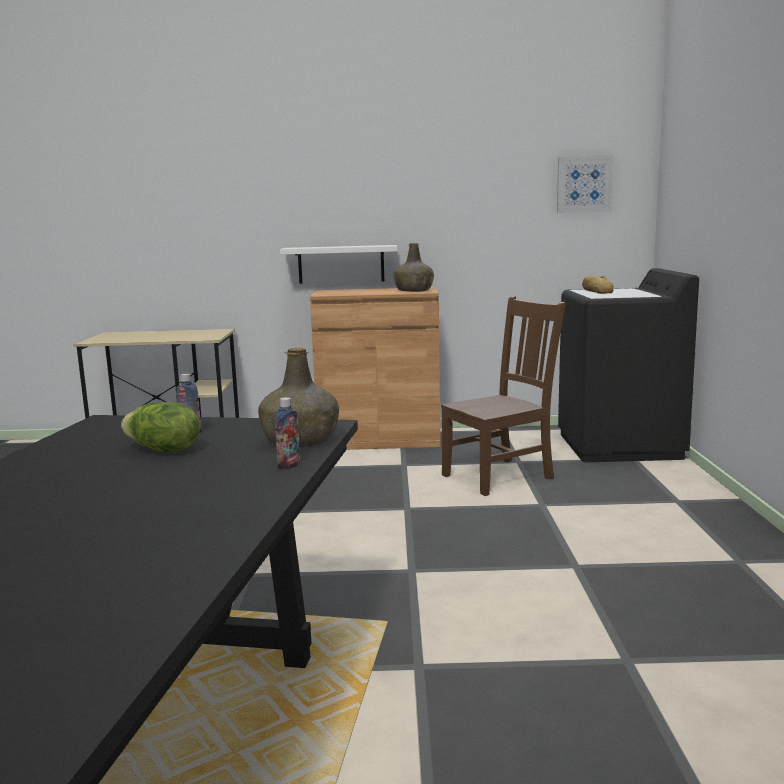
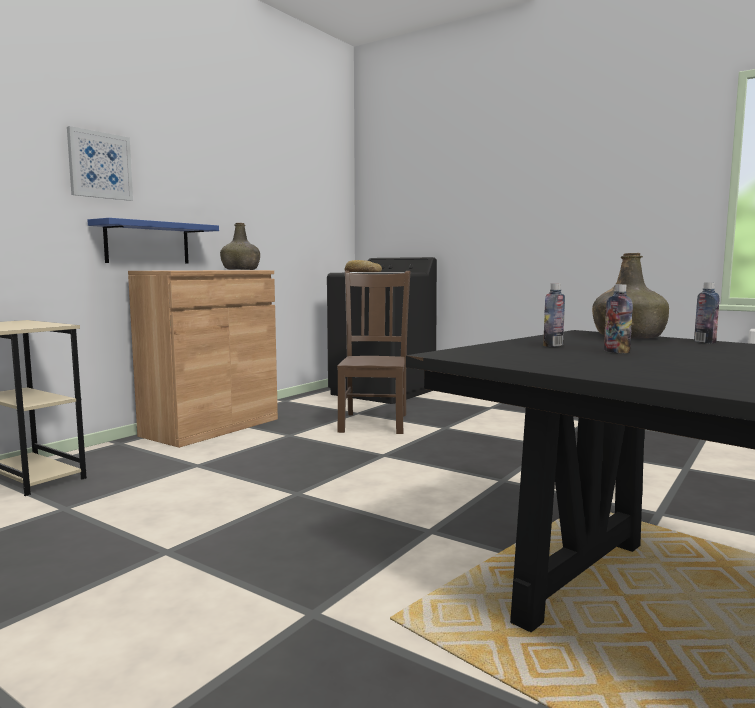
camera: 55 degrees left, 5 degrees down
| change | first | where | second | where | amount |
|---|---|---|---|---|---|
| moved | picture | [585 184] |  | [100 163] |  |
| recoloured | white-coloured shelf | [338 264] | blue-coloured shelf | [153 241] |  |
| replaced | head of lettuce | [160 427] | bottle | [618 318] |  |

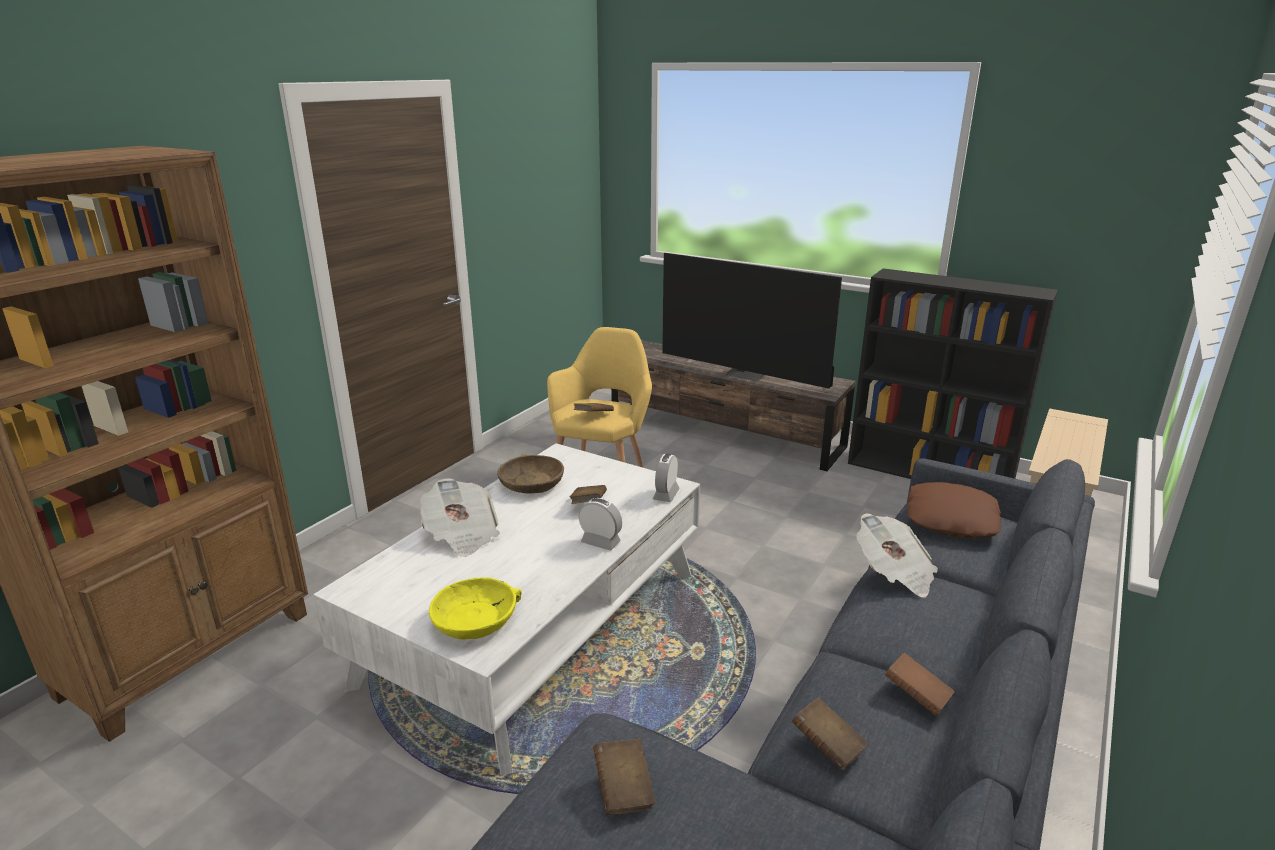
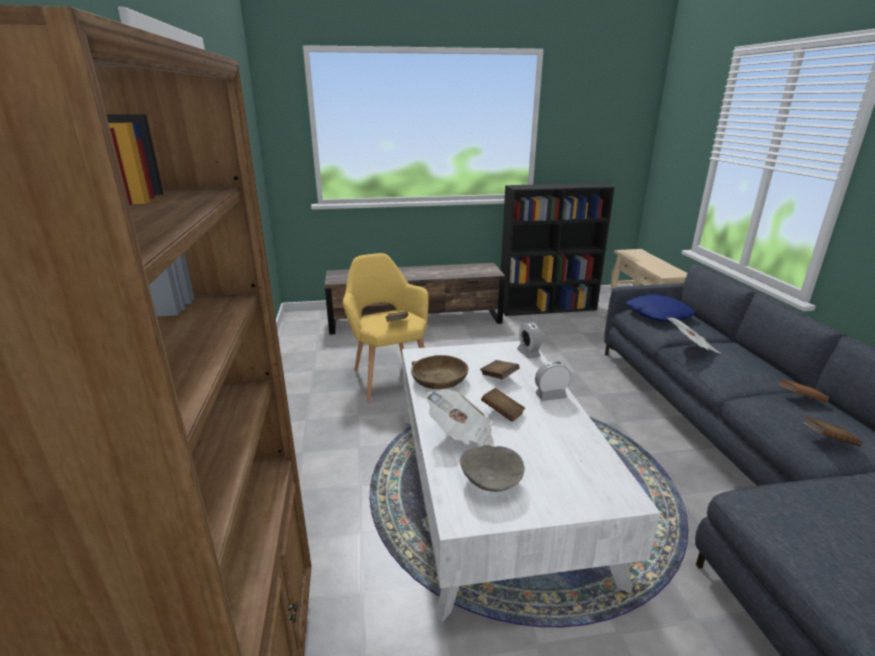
camera: 40 degrees left, 0 degrees up
| change | first | where | second | where | amount |
|---|---|---|---|---|---|
| removed | television | [752 321] |  |  |  |
| recoloured | brown-coloured throw pillow | [954 510] | blue-coloured throw pillow | [660 308] |  |
| removed | yellowish deep dish | [475 608] |  |  |  |
| moved | brown-coloured bound book | [624 777] |  | [503 405] |  |
| added |  |  | gray deep dish | [492 468] |  |

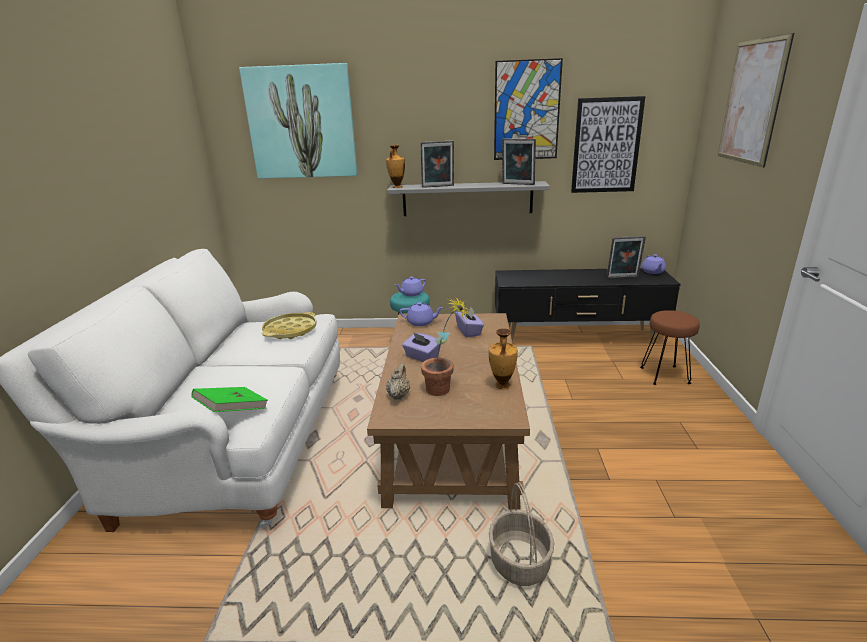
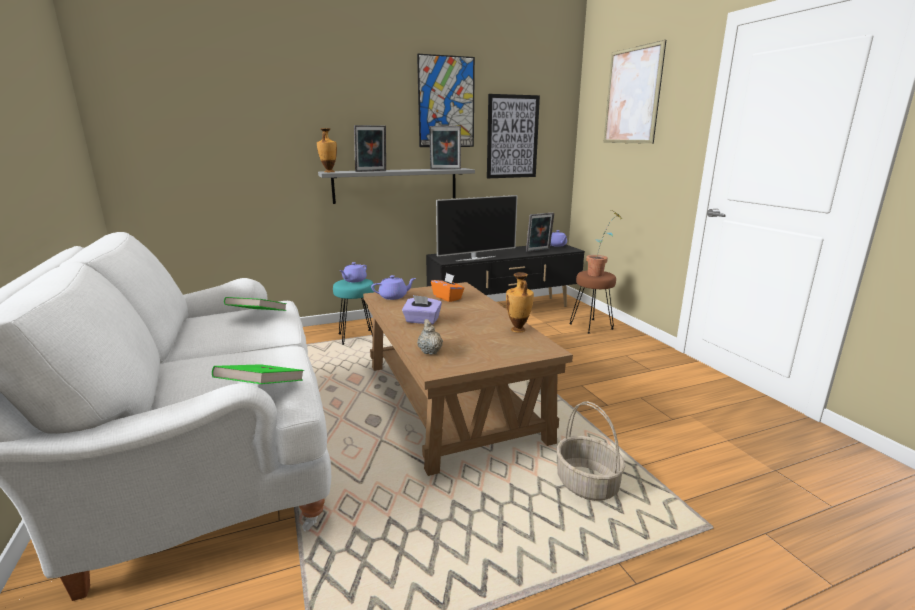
camera: 25 degrees left, 5 degrees down
| change | first | where | second | where | amount |
|---|---|---|---|---|---|
| removed | picture | [298 121] |  |  |  |
| moved | potted plant | [446 346] |  | [604 243] |  |
| recoloured | purple tissue box | [469 322] | orange-coloured tissue box | [448 287] |  |
| replaced | yellowish tray | [289 325] | green-coloured bound book | [255 304] |  |
| added |  |  | television | [477 228] |  |

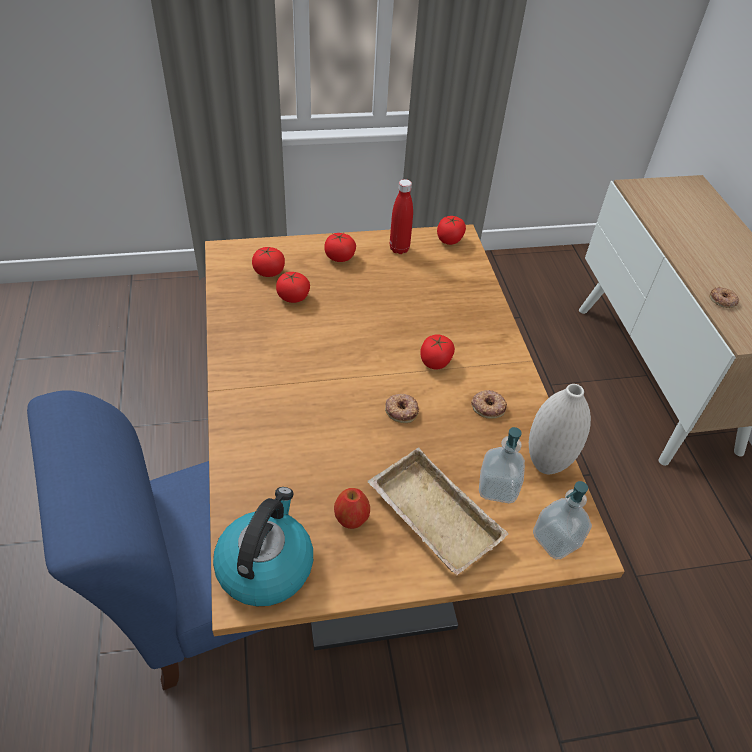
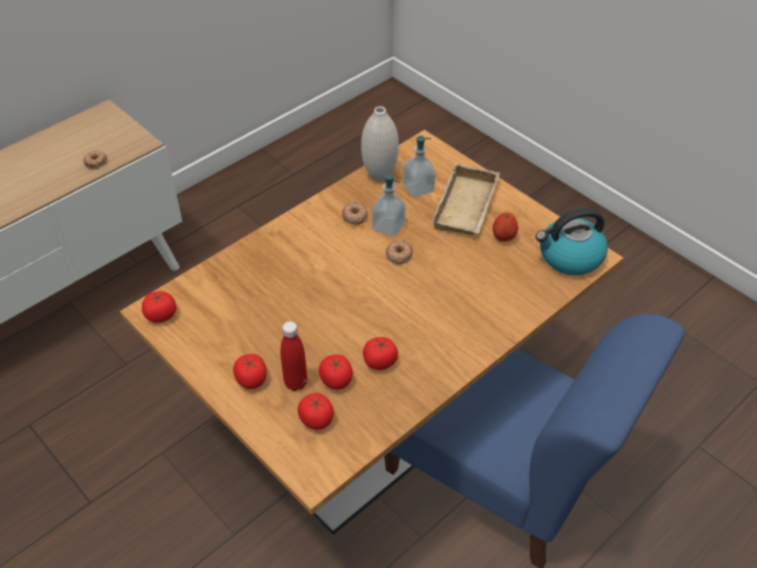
camera: 120 degrees left, 0 degrees up
| change | first | where | second | where | amount |
|---|---|---|---|---|---|
| moved | reddish bottle | [401 216] |  | [293 356] |  |
| moved | fresh tomato | [437 351] |  | [380 353] |  |
| moved | soap dispenser | [562 520] |  | [389 205] |  |

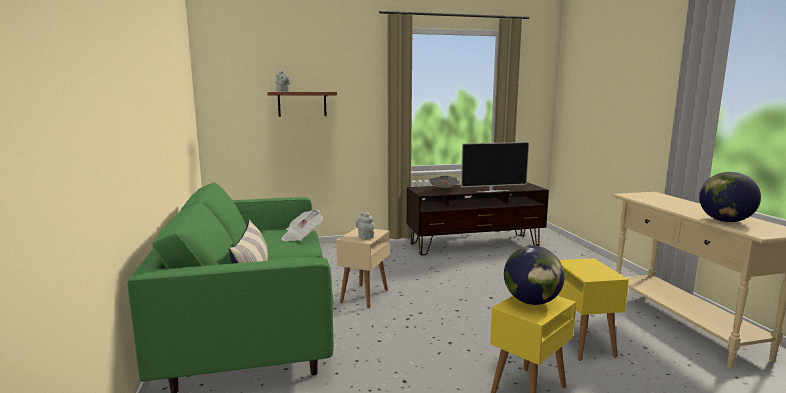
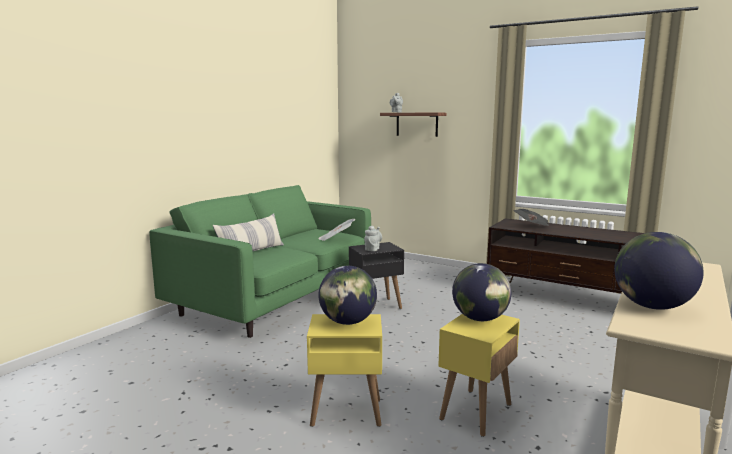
camera: 45 degrees right, 0 degrees up
| change | first | where | second | where | amount |
|---|---|---|---|---|---|
| removed | television | [495 167] |  |  |  |
| recoloured | sand-coloured end table | [362 268] | black end table | [376 275] |  |
| added |  |  | globe | [481 292] |  |

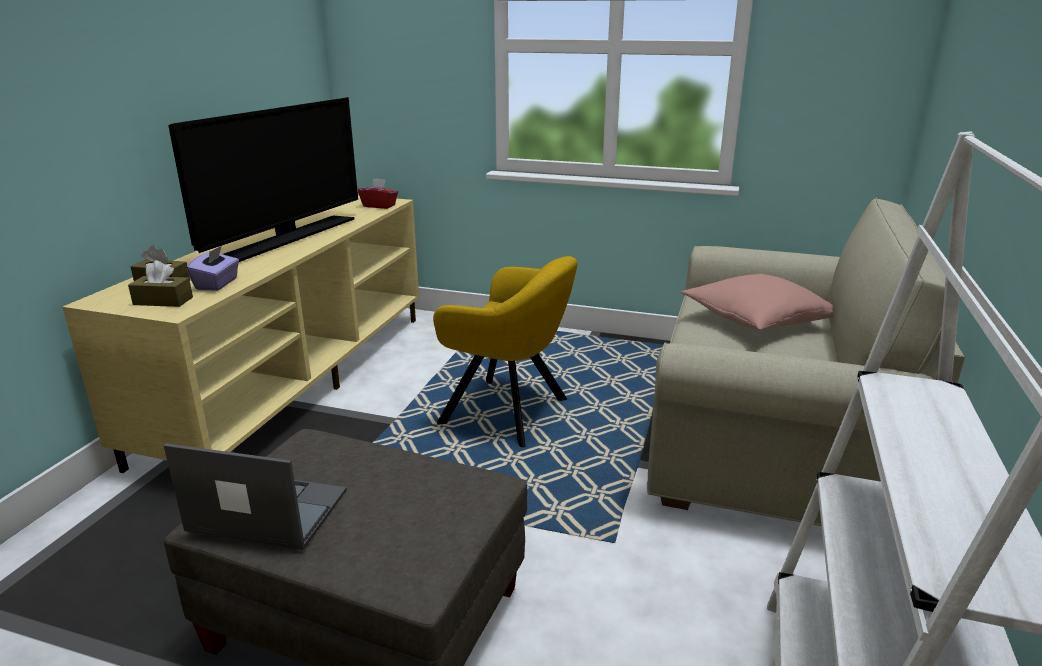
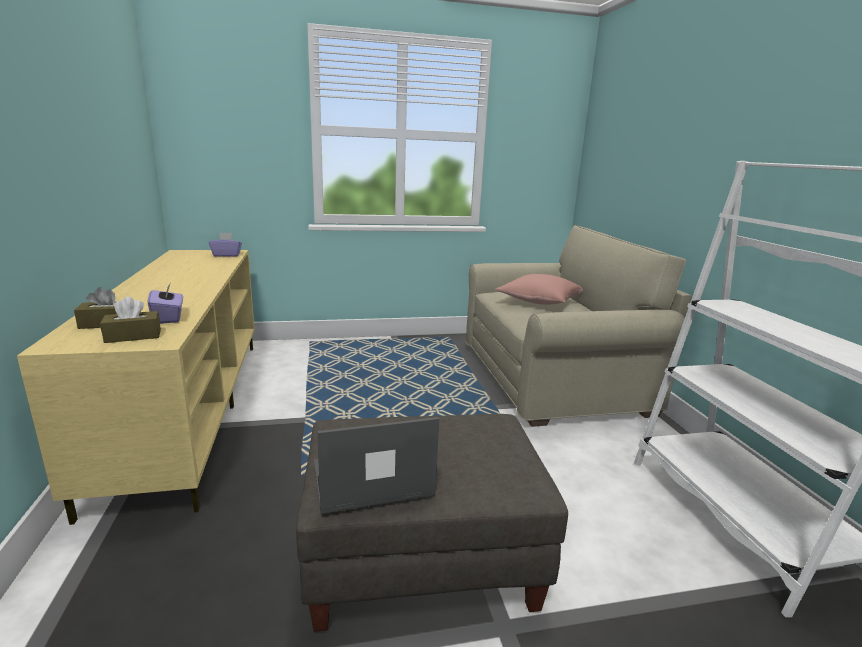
camera: 30 degrees left, 5 degrees down
| change | first | where | second | where | amount |
|---|---|---|---|---|---|
| removed | television | [263 179] |  |  |  |
| recoloured | reddish tissue box | [378 193] | purple tissue box | [225 245] |  |
| removed | yellowish armchair | [505 351] |  |  |  |

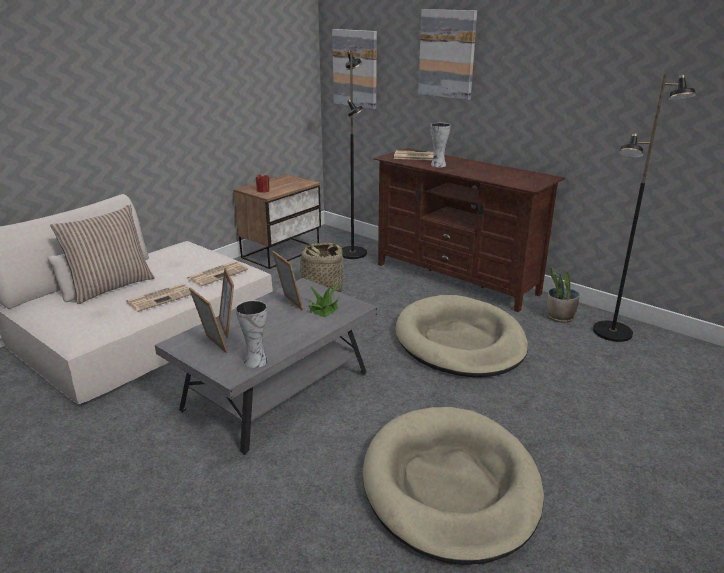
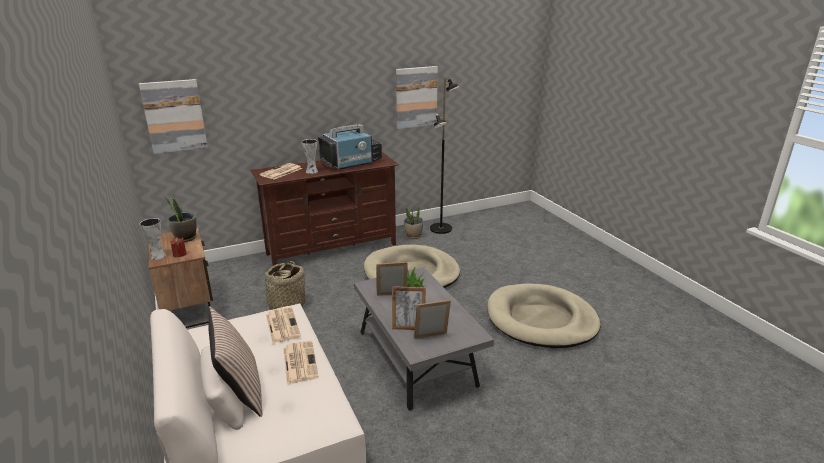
camera: 65 degrees left, 0 degrees up
| change | first | where | second | where | amount |
|---|---|---|---|---|---|
| moved | picture | [447 54] |  | [417 97] |  |
| removed | black standard lamp | [354 154] |  |  |  |
| moved | flower vase | [251 334] |  | [153 239] |  |
| added |  |  | television | [350 146] |  |
| added |  |  | potted plant | [181 218] |  |

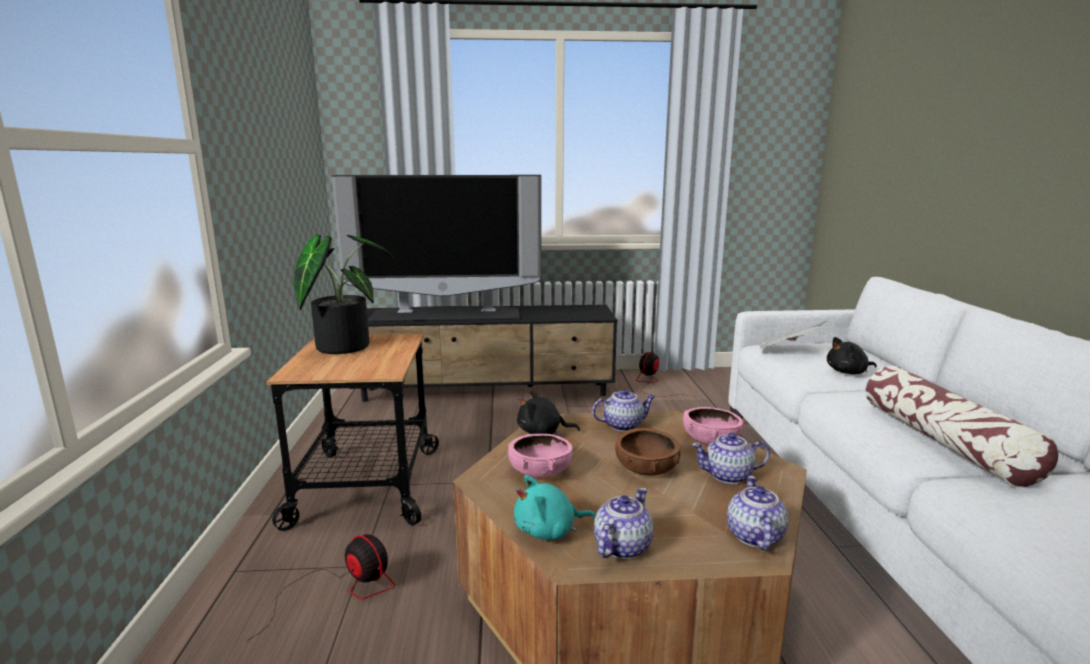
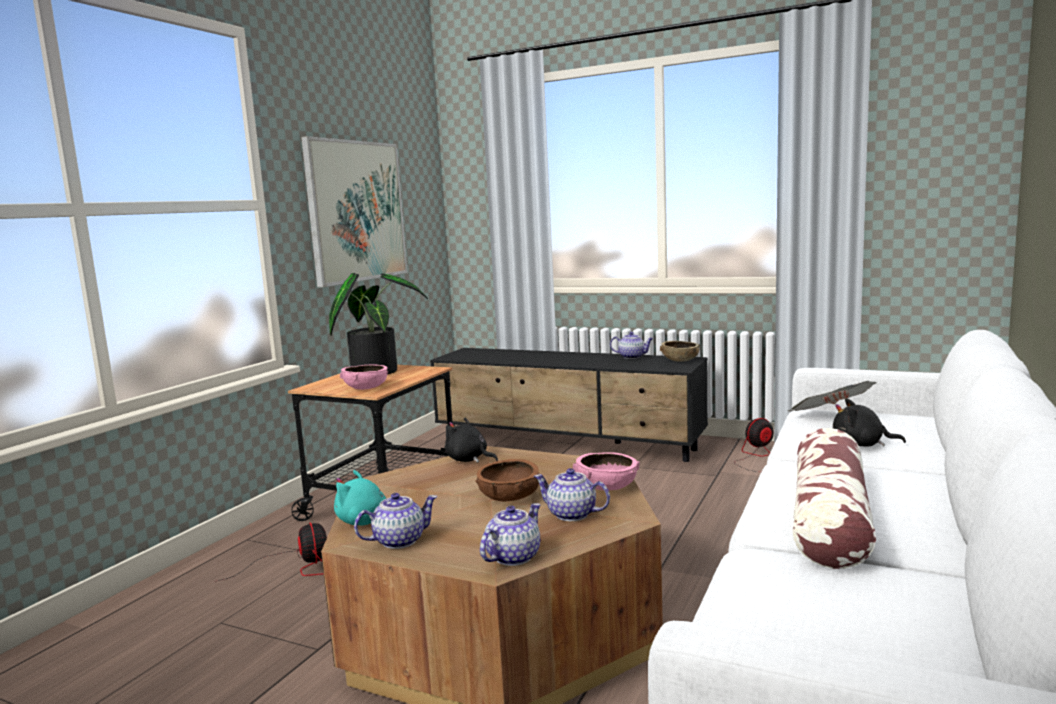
camera: 30 degrees right, 5 degrees down
| change | first | where | second | where | amount |
|---|---|---|---|---|---|
| removed | television | [436 248] |  |  |  |
| moved | pot for tea | [623 410] |  | [631 345] |  |
| moved | pink deep dish | [540 456] |  | [364 377] |  |
| added |  |  | picture | [354 211] |  |
| added |  |  | brown-coloured deep dish | [680 351] |  |

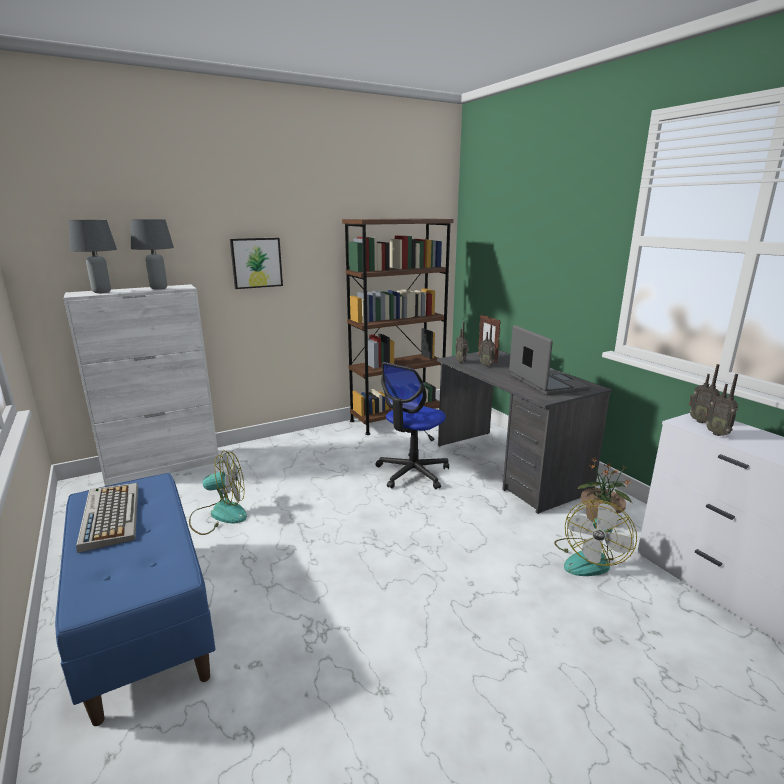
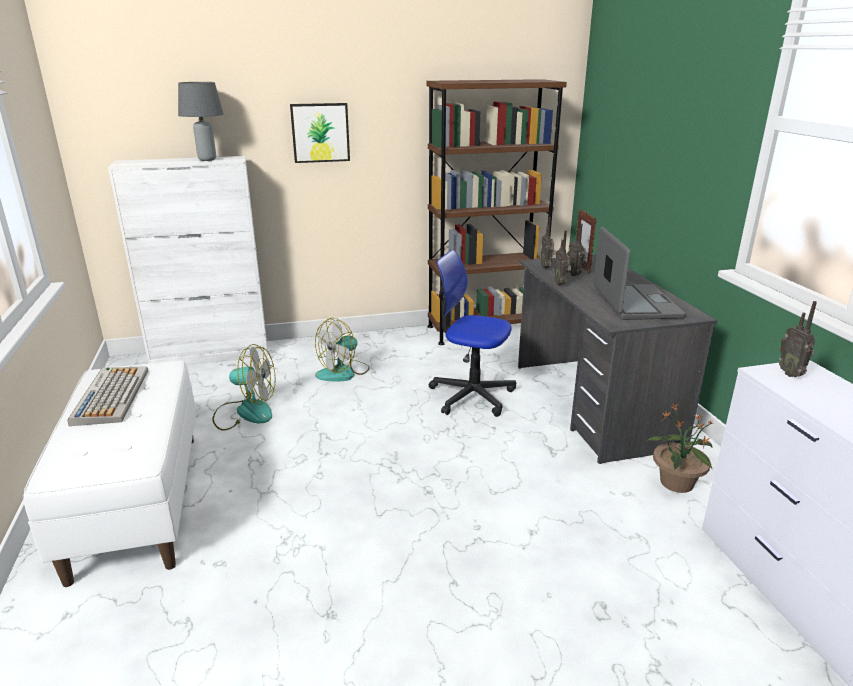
camera: 15 degrees right, 5 degrees up
| change | first | where | second | where | amount |
|---|---|---|---|---|---|
| removed | gray tabletop lamp | [93 256] |  |  |  |
| turned | desk chair | [412 425] |  | [472 333] | 60 degrees clockwise |
| moved | radio | [721 405] |  | [562 258] |  |
| recoloured | blue-coloured bench | [135 599] | white-coloured bench | [109 473] |  |
| moved | cooling fan | [595 538] |  | [342 350] |  |

